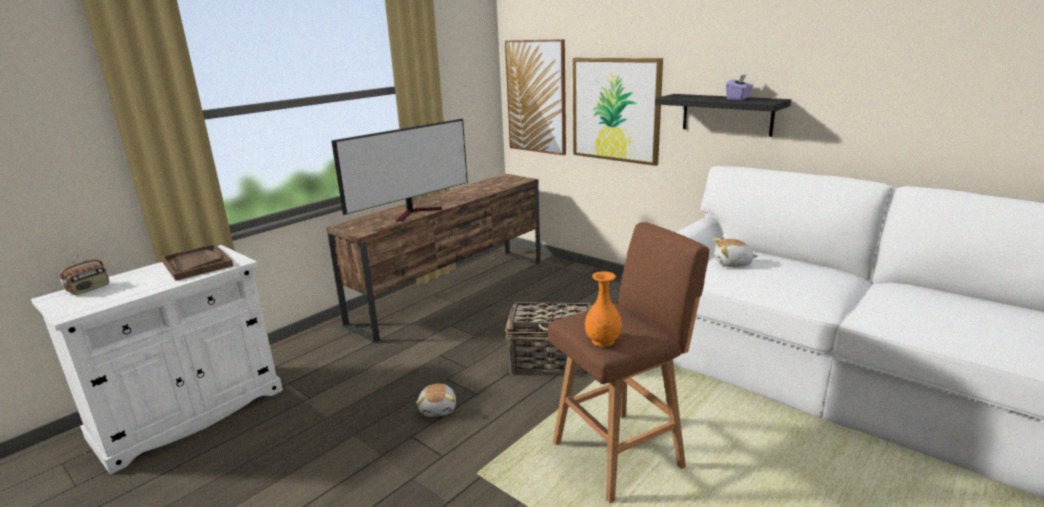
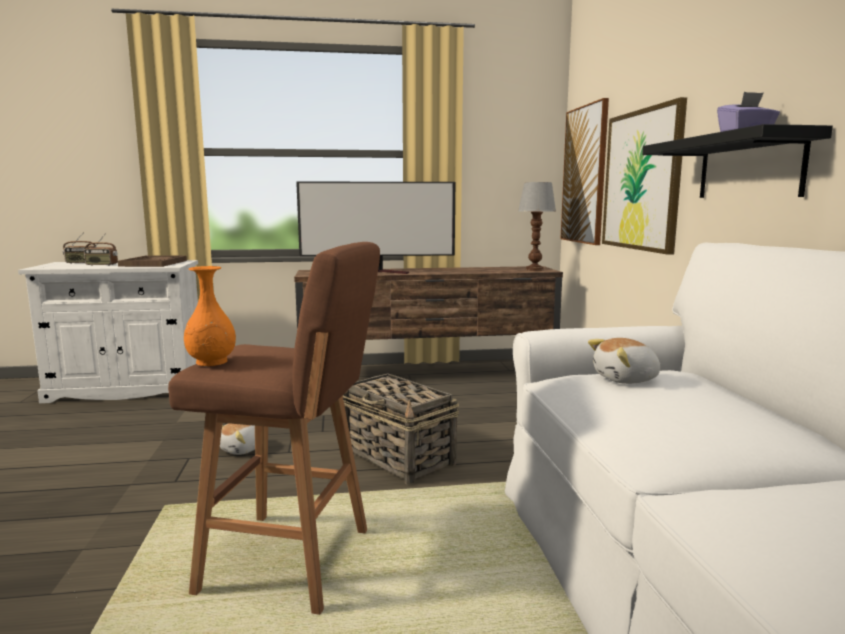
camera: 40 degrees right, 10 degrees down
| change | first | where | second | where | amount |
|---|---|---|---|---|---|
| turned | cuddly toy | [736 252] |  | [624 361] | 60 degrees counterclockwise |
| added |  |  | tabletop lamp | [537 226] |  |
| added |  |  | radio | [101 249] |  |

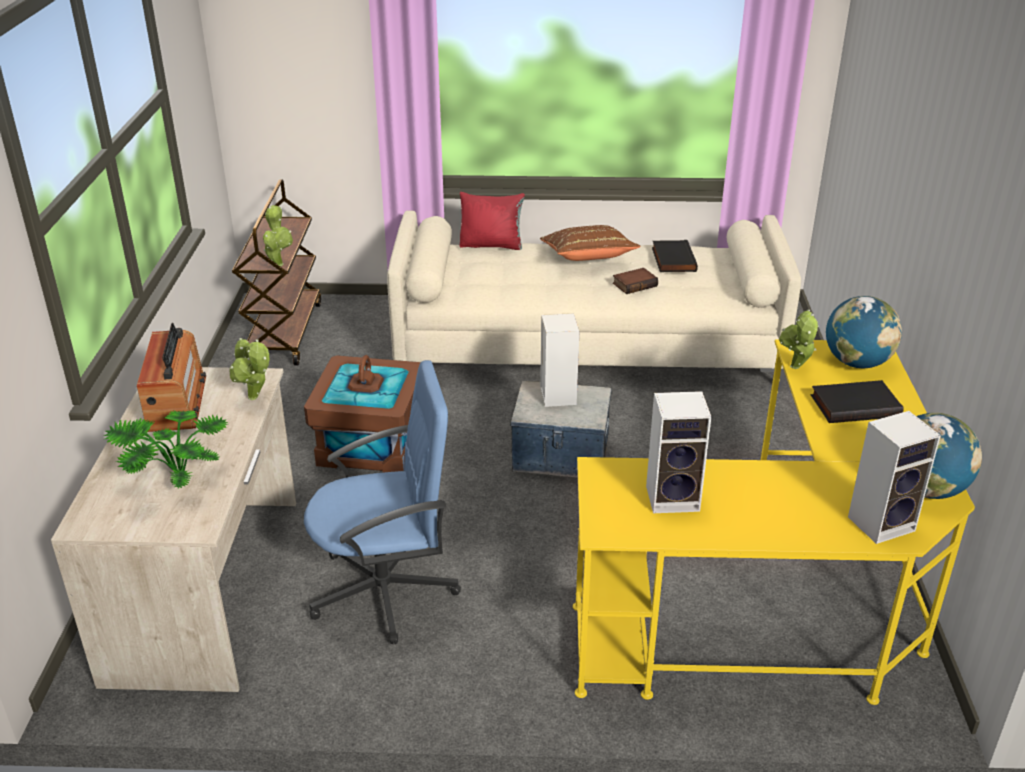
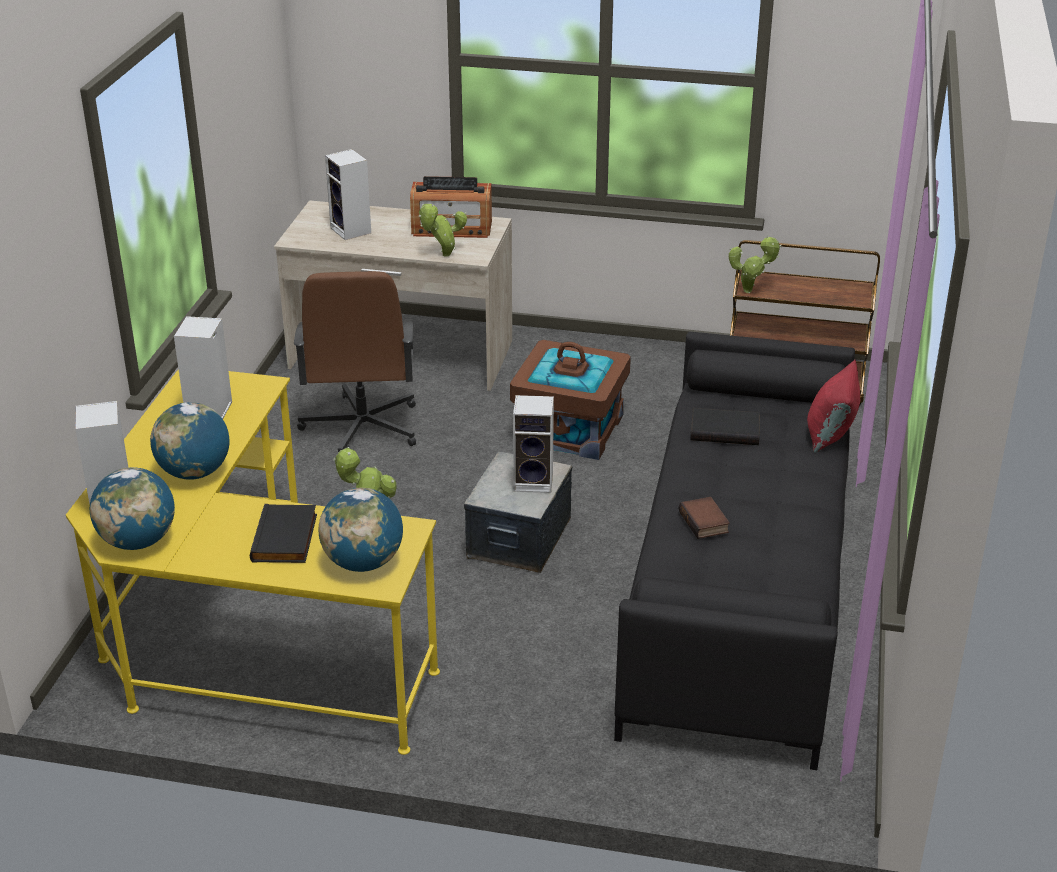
camera: 100 degrees right, 0 degrees up
| change | first | where | second | where | amount |
|---|---|---|---|---|---|
| recoloured | sand-coloured sofa | [594 299] | black sofa | [734 551] |  |
| removed | brown-coloured throw pillow | [590 243] |  |  |  |
| moved | black bound book | [675 256] |  | [725 426] |  |
| recoloured | blue-coloured desk chair | [382 502] | brown-coloured desk chair | [355 361] |  |
| replaced | potted plant | [166 449] | audio speaker | [348 194] |  |
| added |  |  | globe | [189 441] |  |

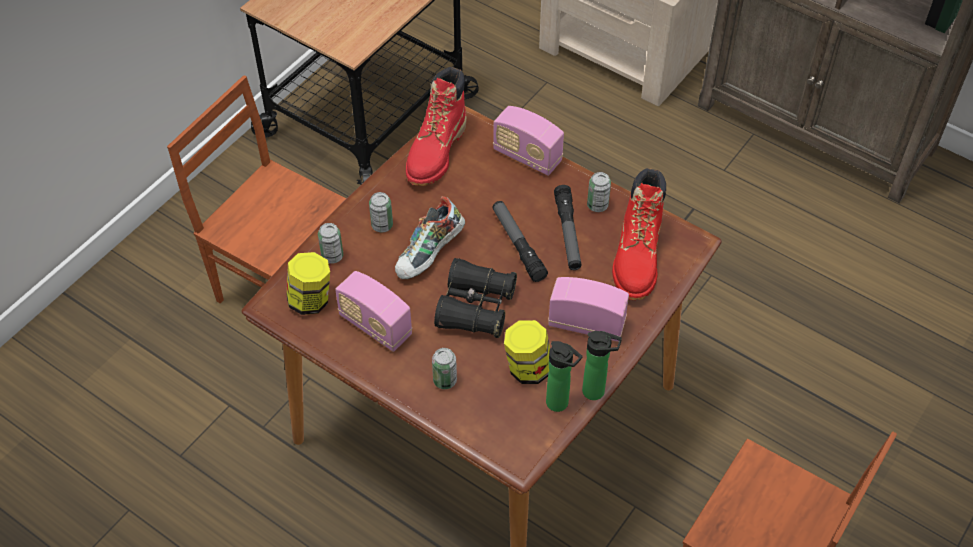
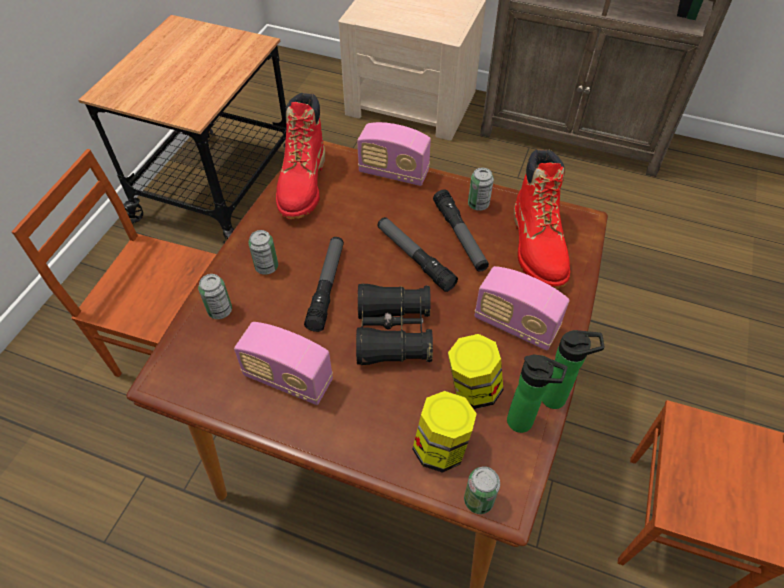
camera: 15 degrees left, 0 degrees up
| change | first | where | second | where | amount |
|---|---|---|---|---|---|
| replaced | low shoe | [430 237] | flashlight | [324 284] |  |
| moved | jar | [308 283] |  | [444 432] |  |
| turned | radio | [588 309] |  | [522 308] | 150 degrees counterclockwise |
| moved | metal can | [444 368] |  | [482 490] |  |

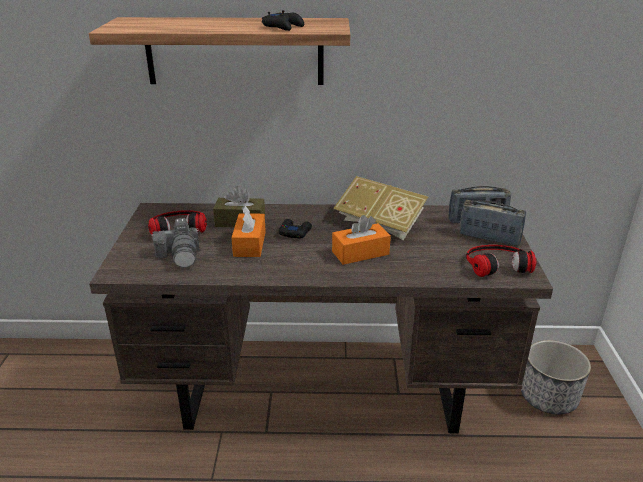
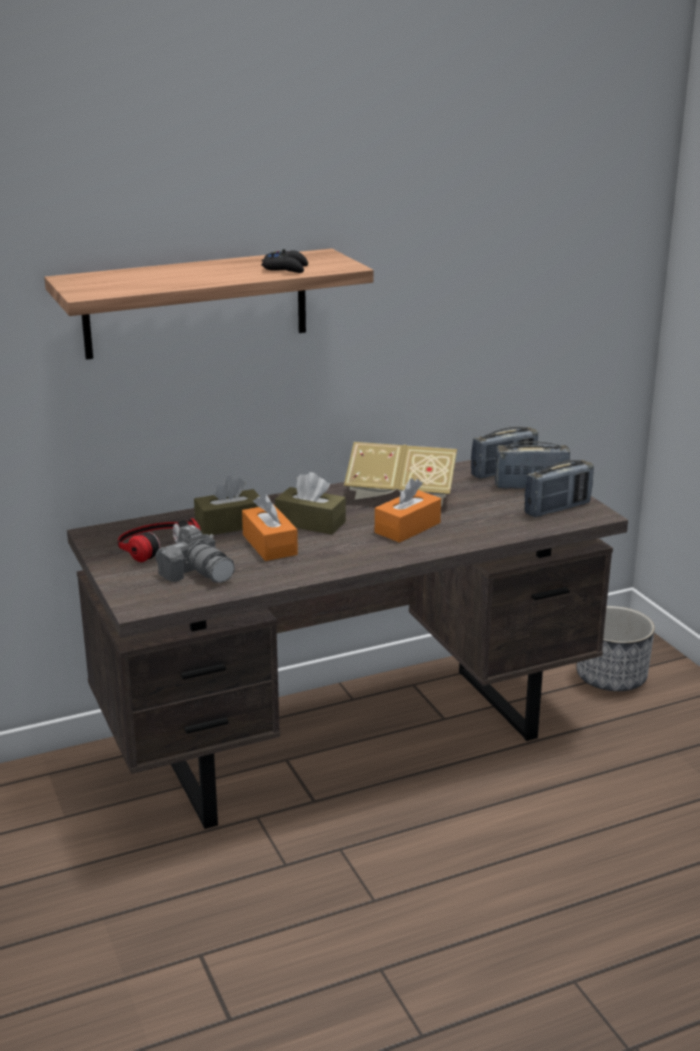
camera: 25 degrees left, 5 degrees down
| change | first | where | second | where | amount |
|---|---|---|---|---|---|
| replaced | black game controller | [295 228] | brown-coloured tissue box | [310 503] |  |
| replaced | pair of headphones | [501 261] | radio | [559 488] |  |

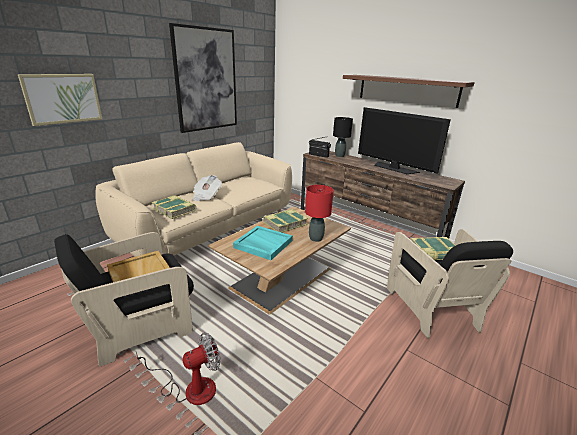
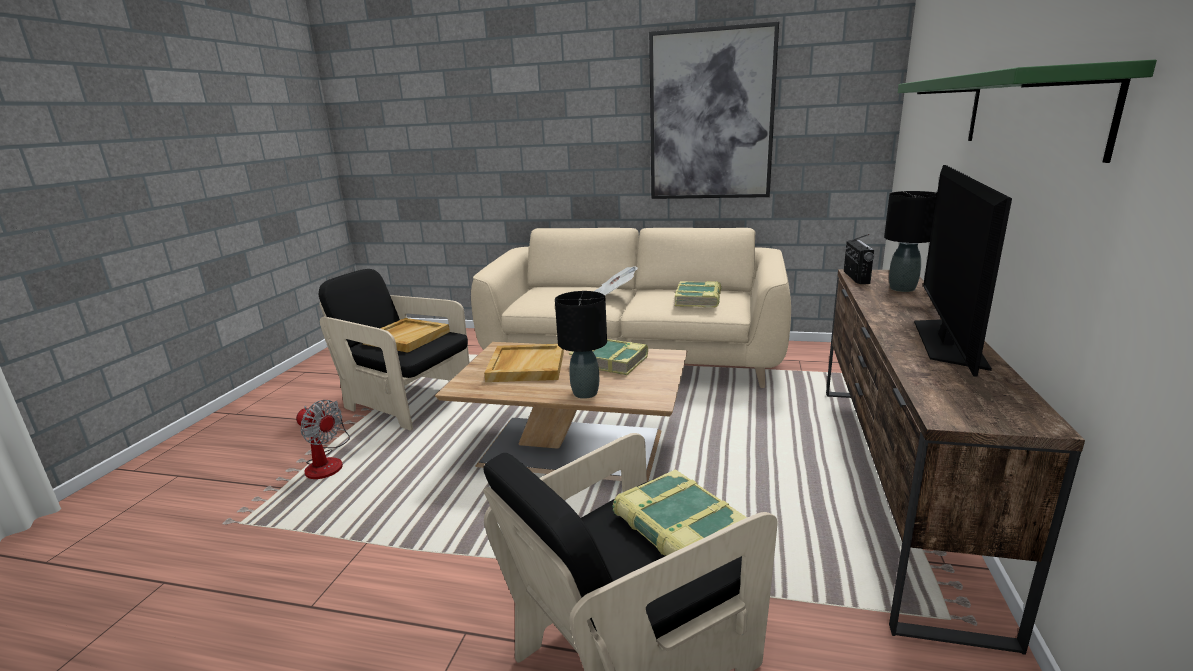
camera: 65 degrees right, 5 degrees down
| change | first | where | second | where | amount |
|---|---|---|---|---|---|
| removed | picture | [60 100] |  |  |  |
| recoloured | brown-coloured shelf | [409 91] | green-coloured shelf | [1027 111] |  |
| recoloured | reddish tabletop lamp | [319 213] | black tabletop lamp | [581 345] |  |
| moved | bound book | [174 207] |  | [698 294] |  |
| recoloured | turquoise tray | [263 243] | sand-coloured tray | [524 363] |  |

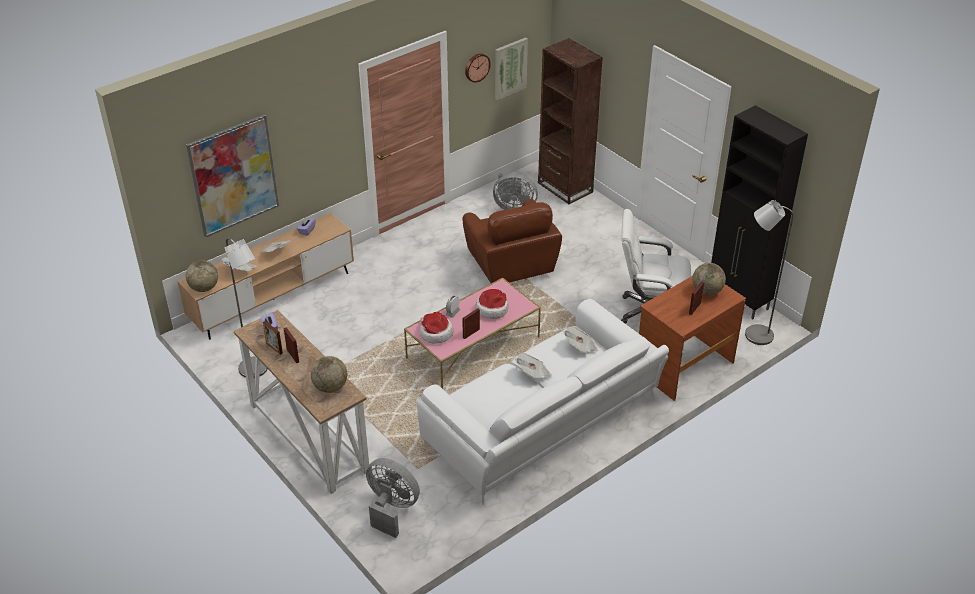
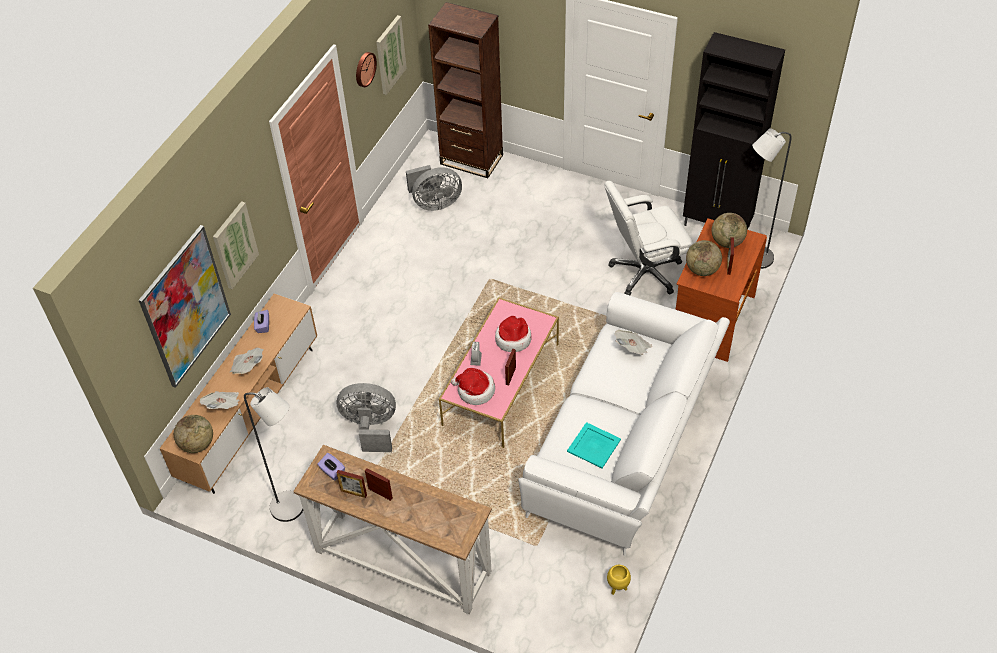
camera: 25 degrees left, 10 degrees up
| change | first | where | second | where | amount |
|---|---|---|---|---|---|
| removed | brown-coloured armchair | [512 241] |  |  |  |
| removed | daily paper | [533 366] |  |  |  |
| moved | globe | [329 374] |  | [704 258] |  |
| moved | gray cooling fan | [393 498] |  | [366 417] |  |
| added |  |  | picture | [236 245] |  |
| added |  |  | turquoise tray | [594 445] |  |
| added |  |  | yellowish planter | [619 580] |  |

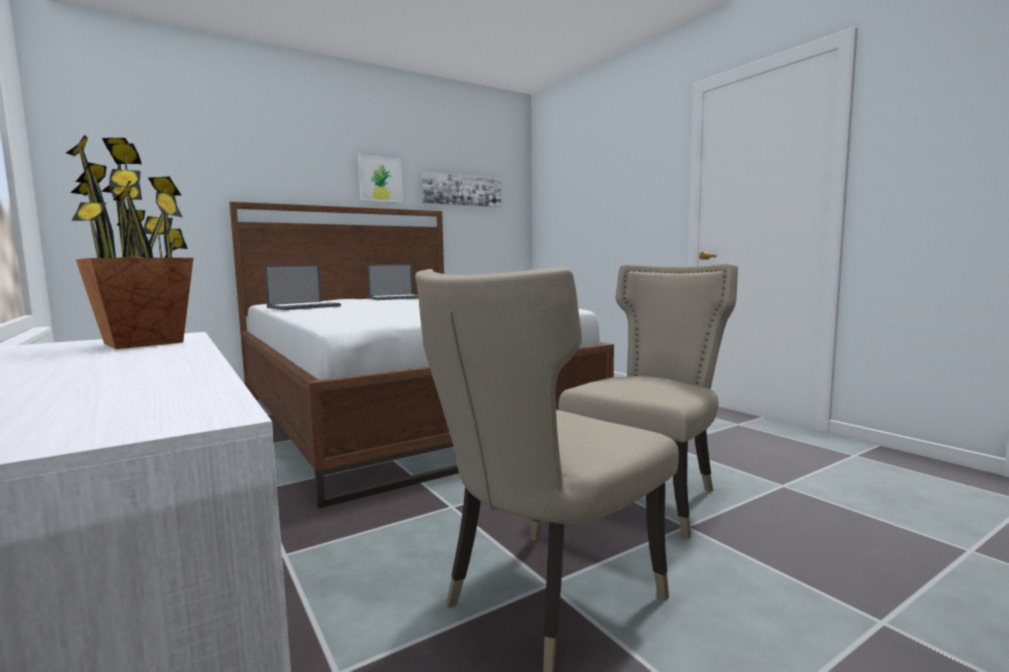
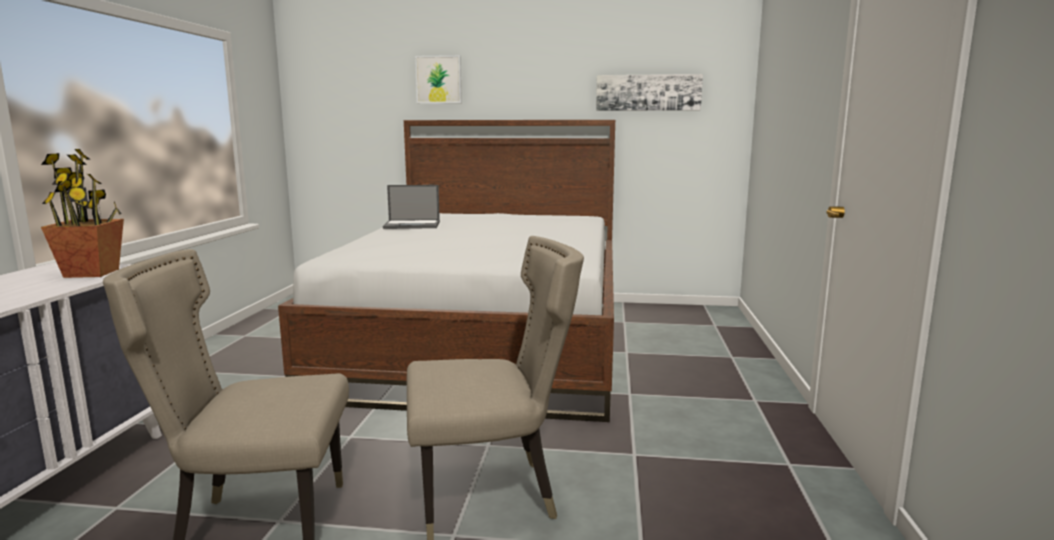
camera: 40 degrees right, 5 degrees up
| change | first | where | second | where | amount |
|---|---|---|---|---|---|
| moved | picture | [380 179] |  | [438 79] |  |
| removed | portable computer | [393 282] |  |  |  |

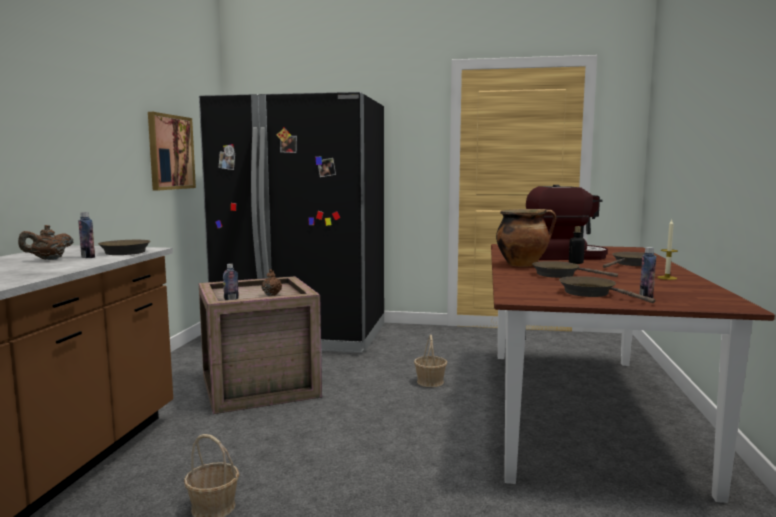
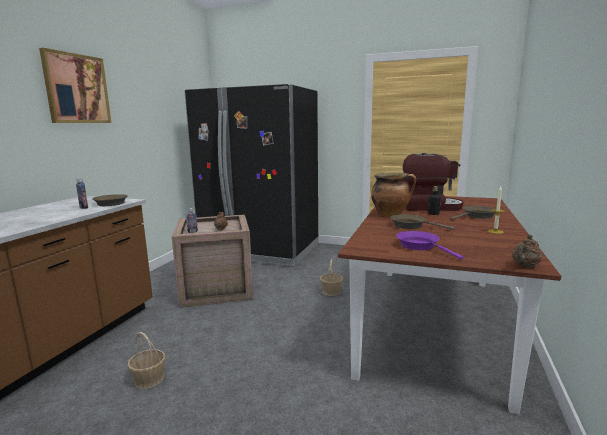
camera: 10 degrees right, 5 degrees up
| change | first | where | second | where | amount |
|---|---|---|---|---|---|
| moved | picture | [172 151] |  | [75 85] |  |
| moved | brown-coloured pot for tea | [45 242] |  | [527 251] |  |
| removed | bottle | [647 272] |  |  |  |
| recoloured | brown-coloured frying pan | [607 289] | purple frying pan | [429 245] |  |

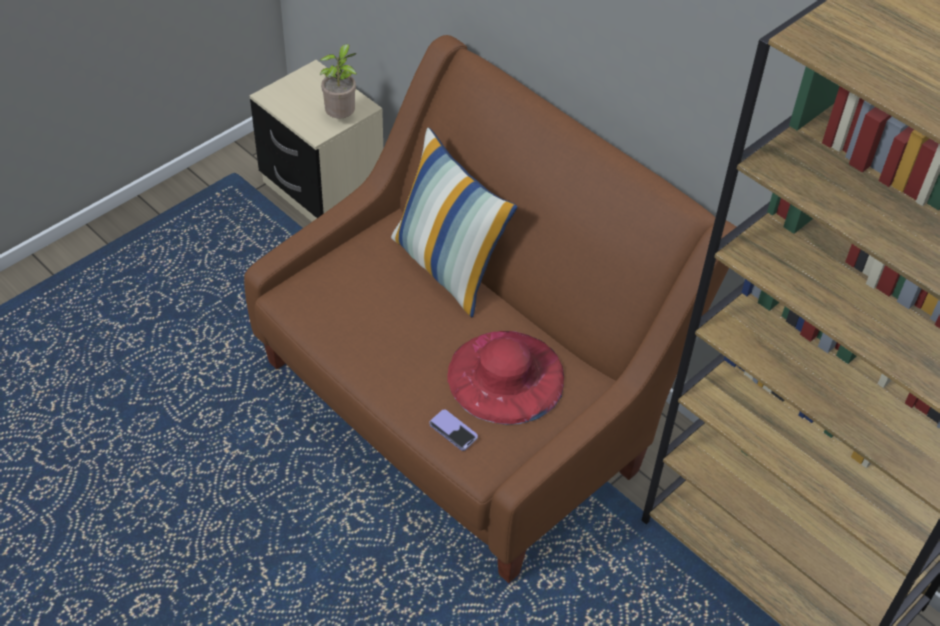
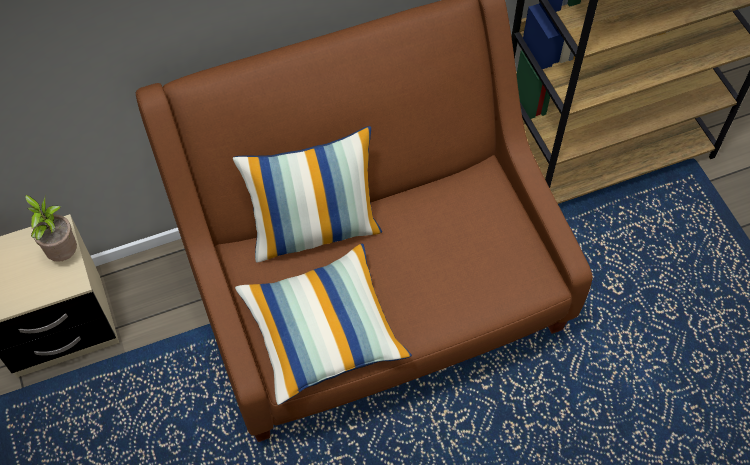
camera: 65 degrees left, 10 degrees up
| change | first | where | second | where | amount |
|---|---|---|---|---|---|
| removed | reddish hat | [505 378] |  |  |  |
| removed | telephone | [453 430] |  |  |  |
| added |  |  | throw pillow | [323 324] |  |

